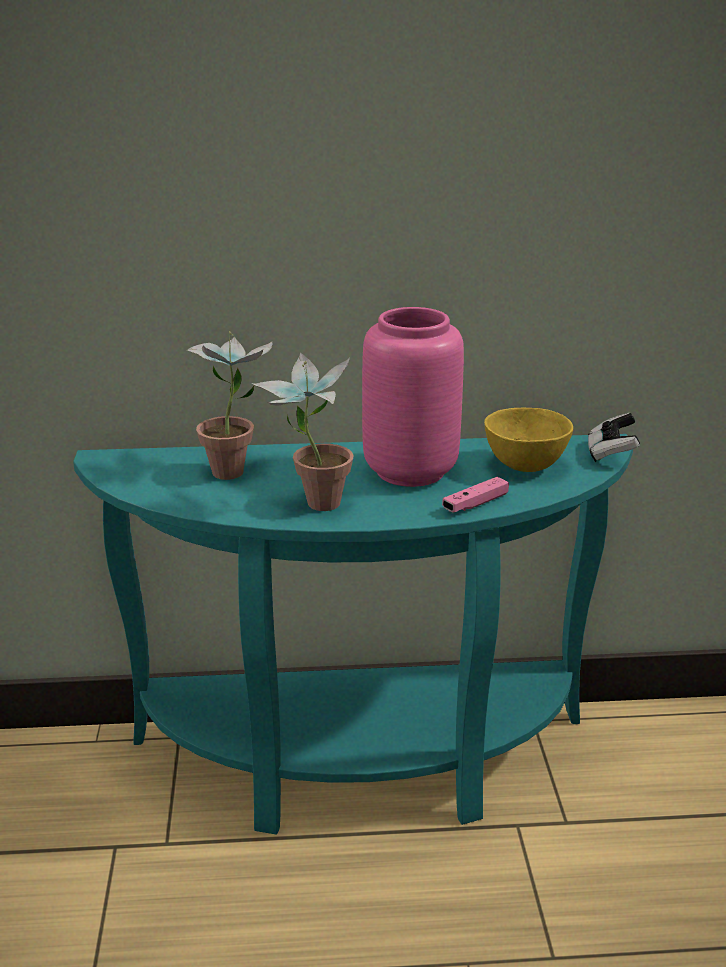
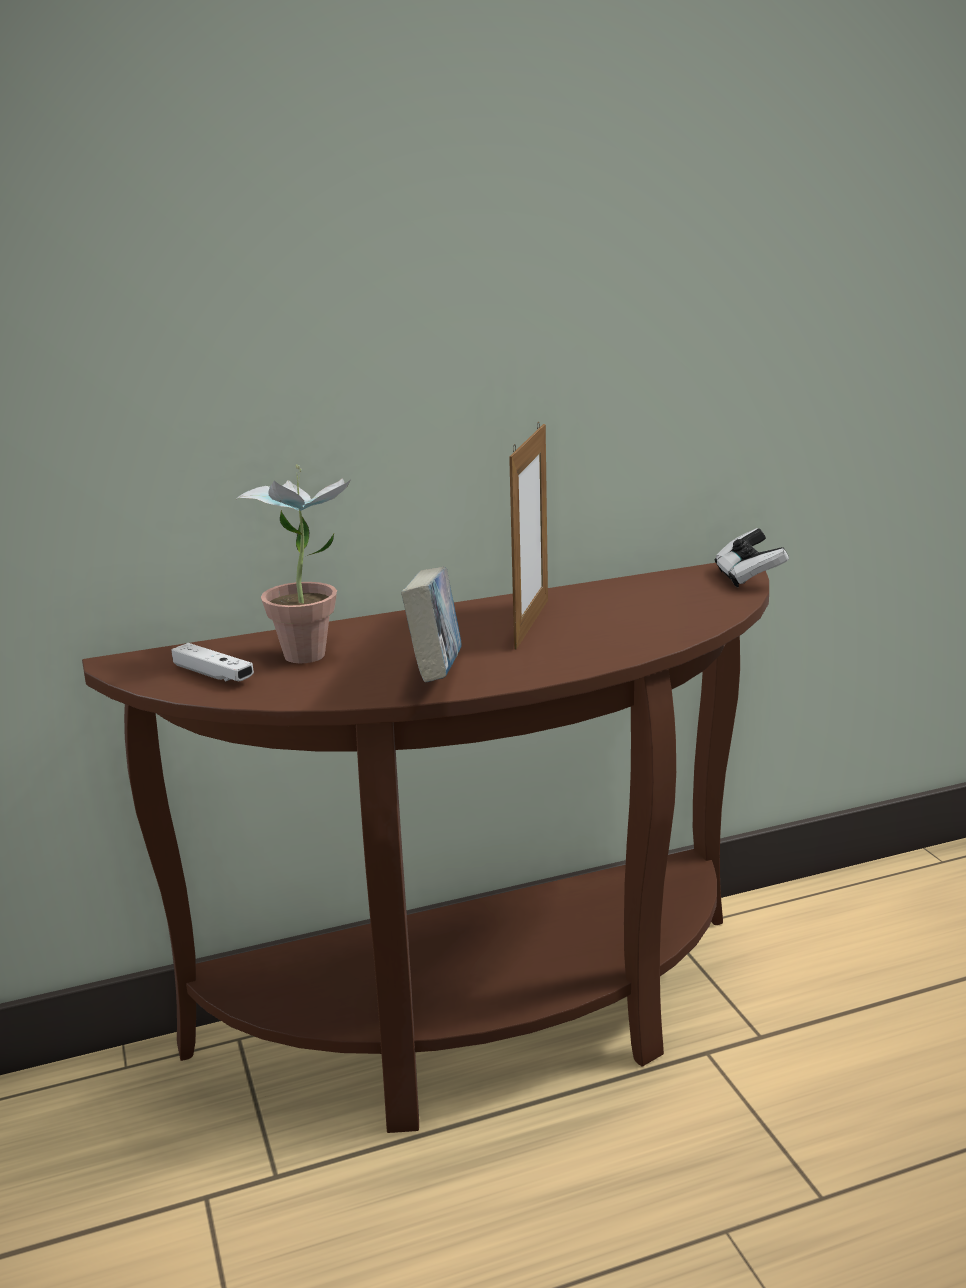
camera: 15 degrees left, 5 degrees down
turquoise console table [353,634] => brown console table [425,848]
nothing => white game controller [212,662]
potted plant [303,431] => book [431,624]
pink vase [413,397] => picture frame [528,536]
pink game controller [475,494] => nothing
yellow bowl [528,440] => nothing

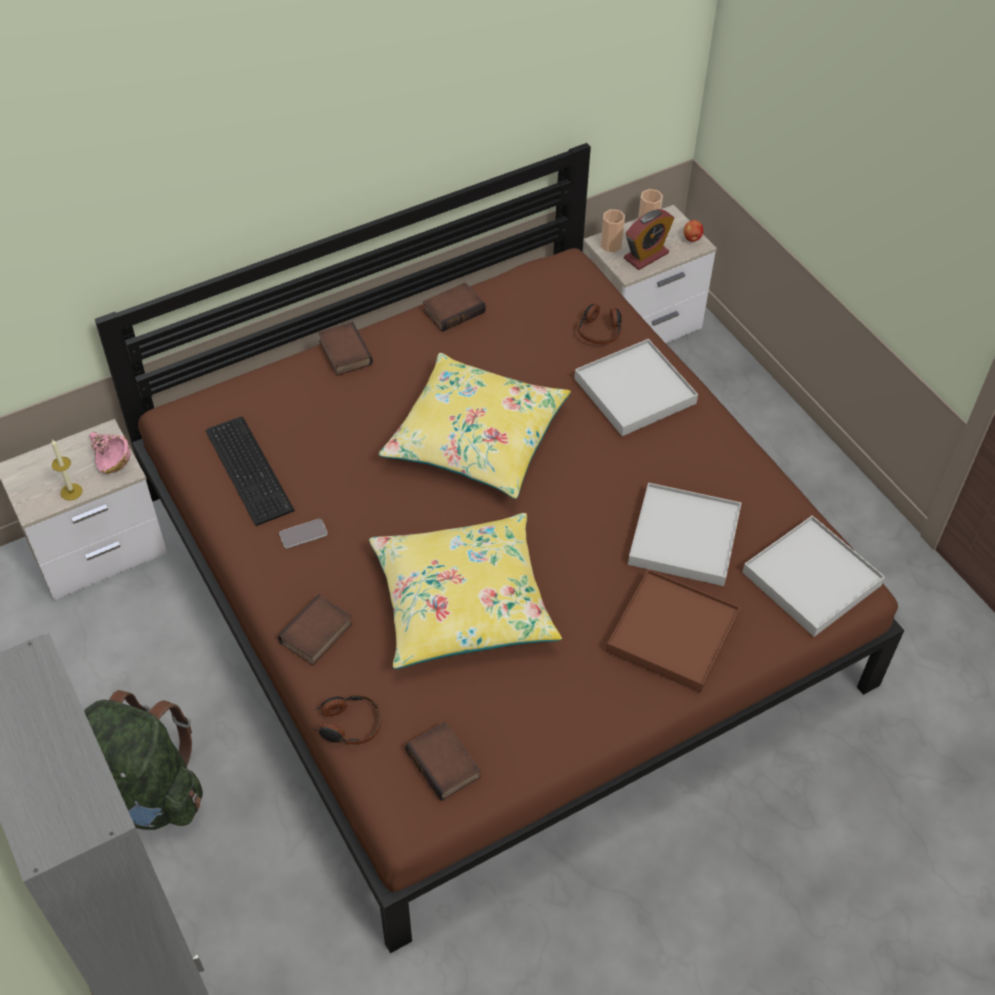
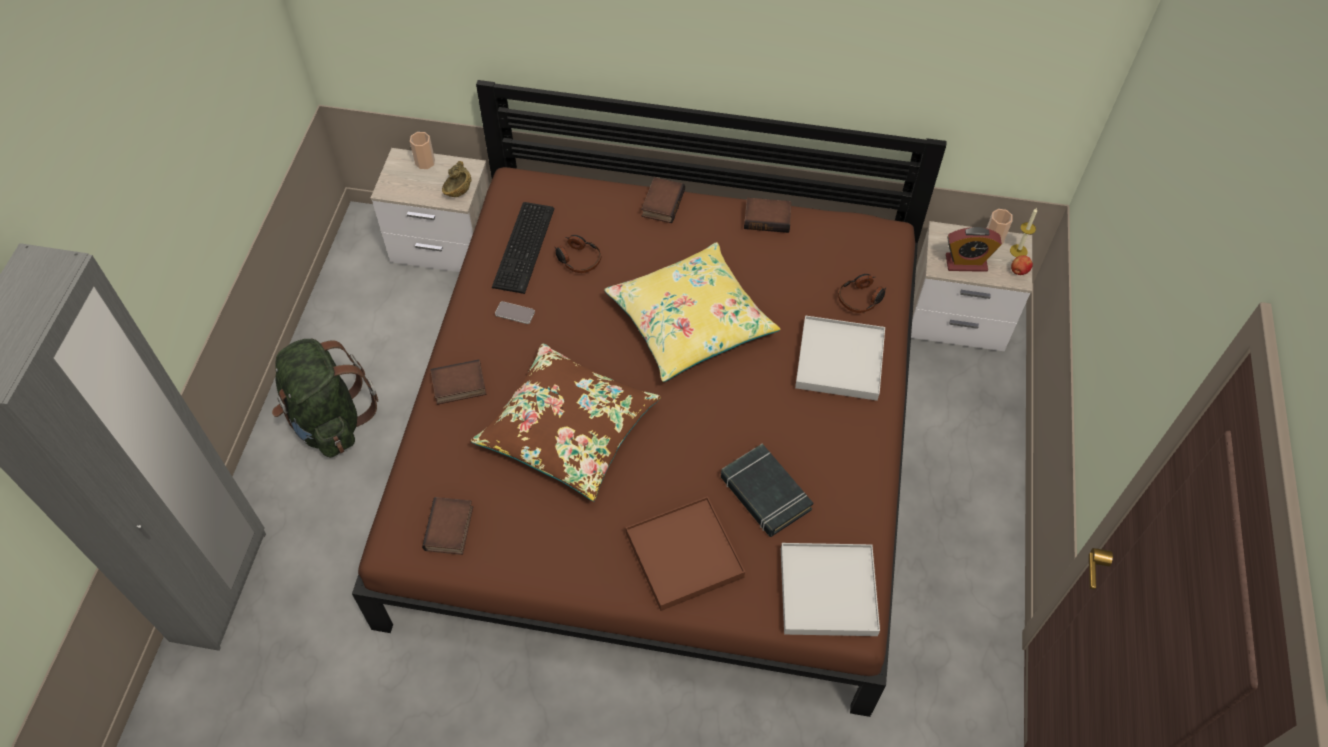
camera: 40 degrees right, 5 degrees up
cup [613,230] => cup [422,150], moved
pink bowl [110,453] => brown bowl [457,179]
yellow pillow [465,591] => brown pillow [566,422]
headphones [348,719] => headphones [577,254], moved
white tray [684,534] => black book [767,490]
candle [66,470] => candle [1023,232], moved

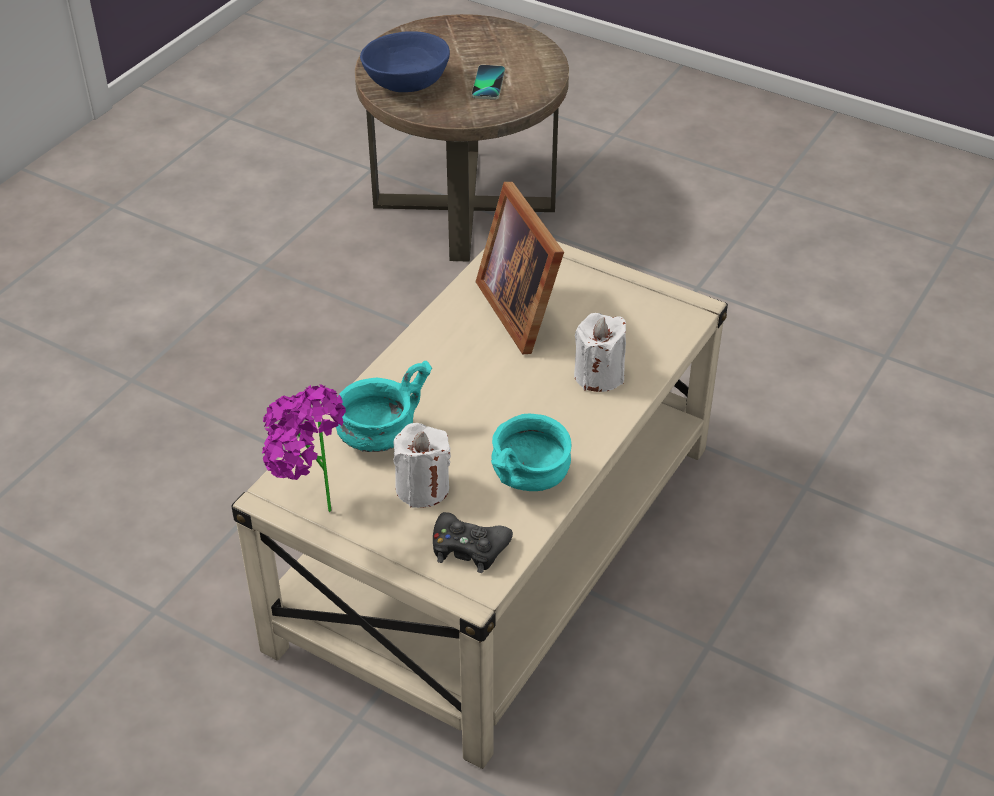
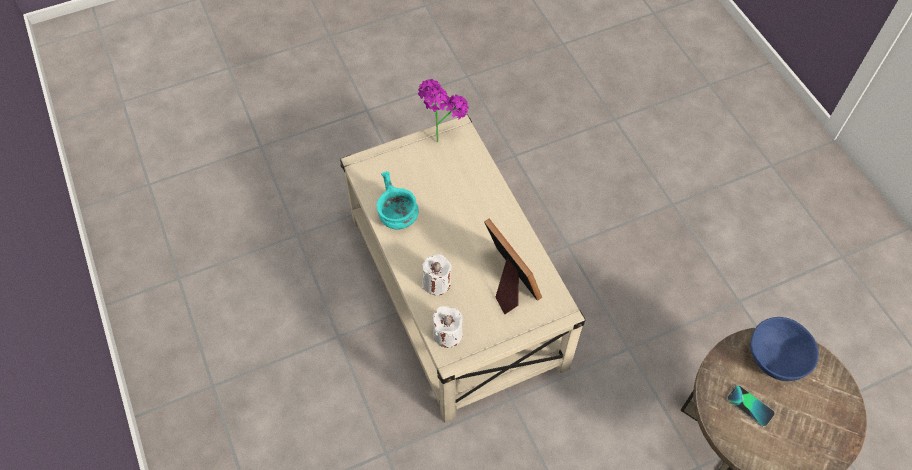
camera: 125 degrees right, 15 degrees up
white candle [422,465] => white candle [447,327], moved
picture frame [520,268] => picture frame [513,266], 45 degrees clockwise
turquoise bowl [384,406] => nothing
black game controller [473,542] => nothing

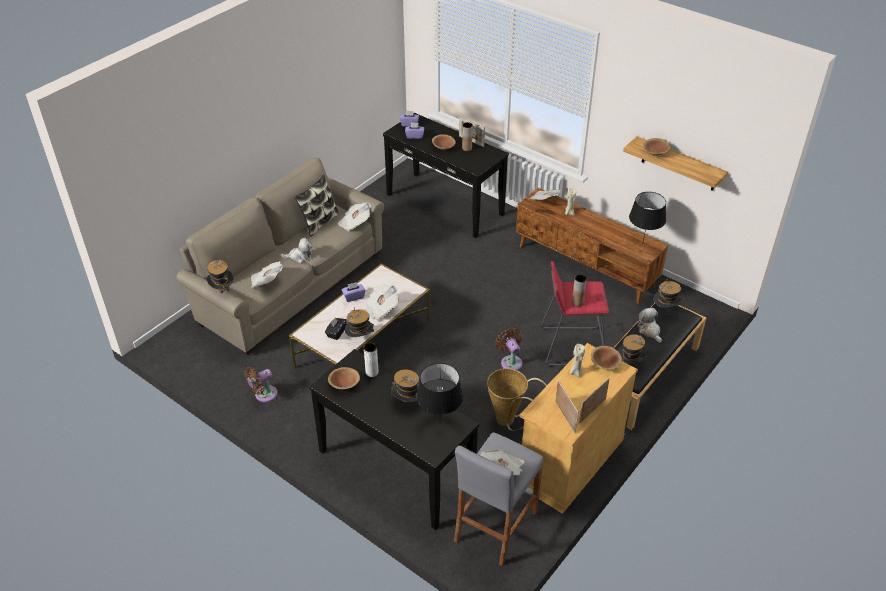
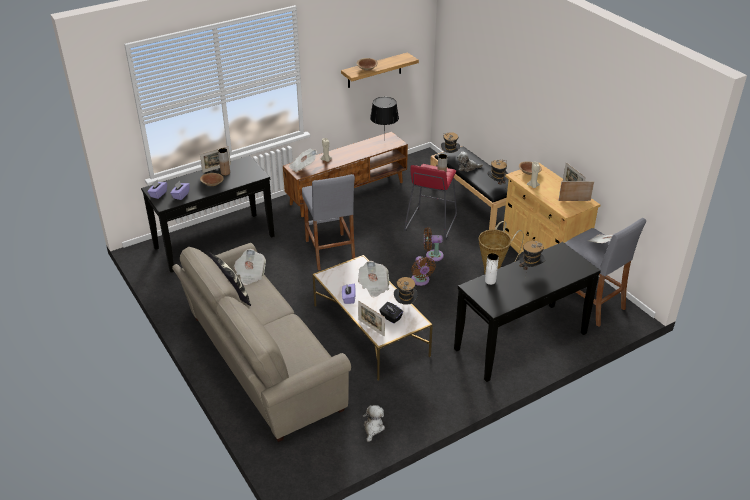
camera: 70 degrees left, 5 degrees down
nothing => grey stool [328,222]
nothing => picture frame [371,318]
plush toy [296,251] => plush toy [374,423], moved
brown fan [261,384] => brown fan [423,271], moved
hat [219,276] => nothing
newspaper [267,274] => nothing
brown bowl [344,378] => nothing
black table lamp [439,389] => nothing

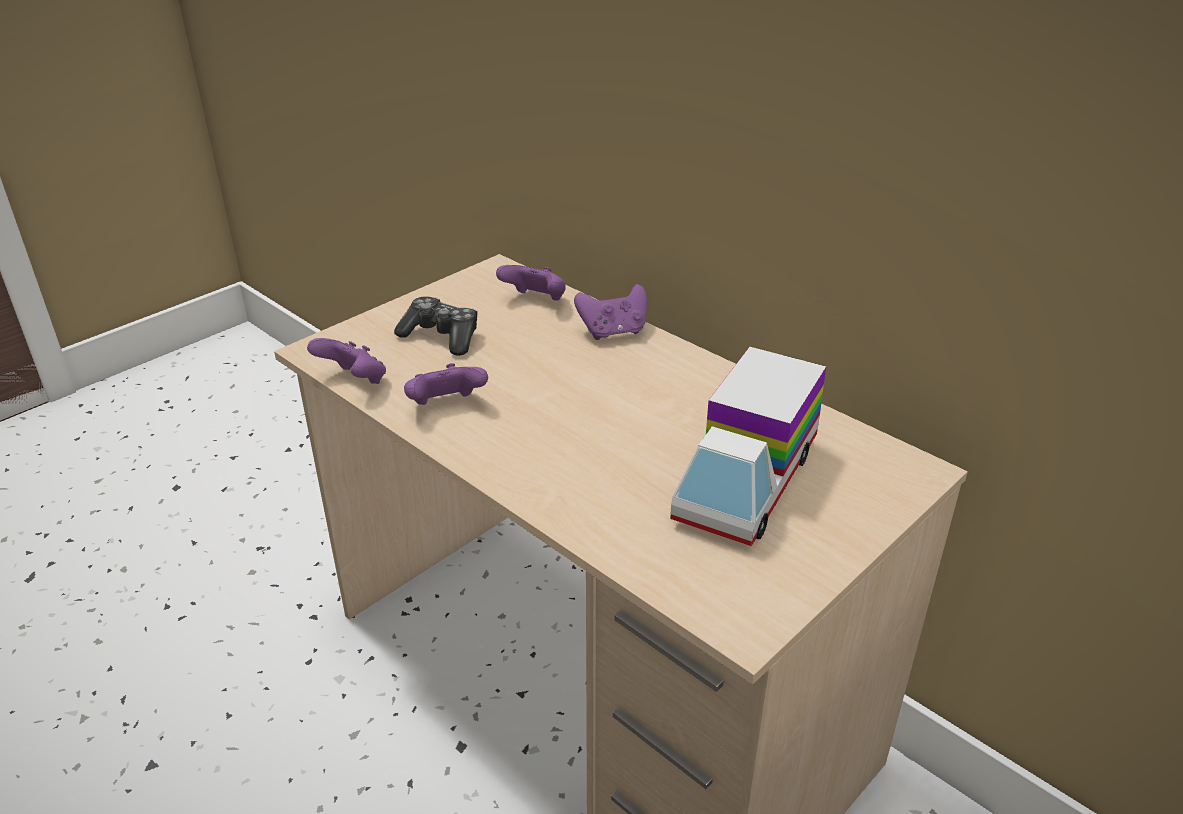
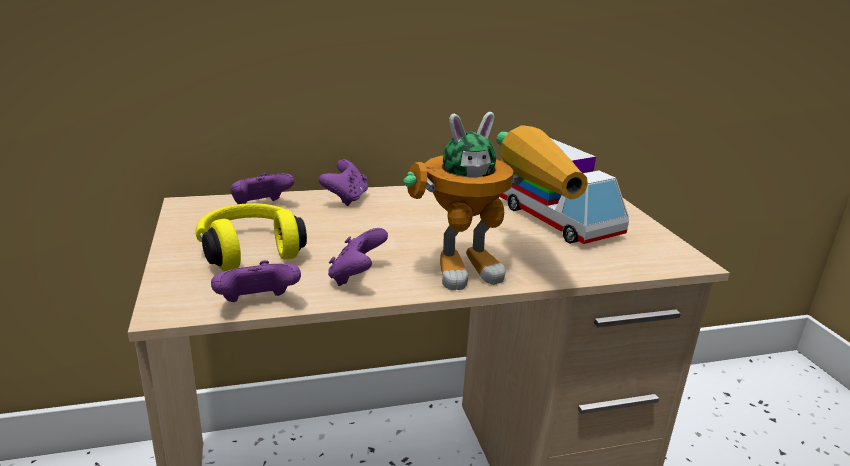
camera: 60 degrees left, 10 degrees down
game controller [436,326] => yellow headphones [251,237]
nothing => toy robot [495,201]

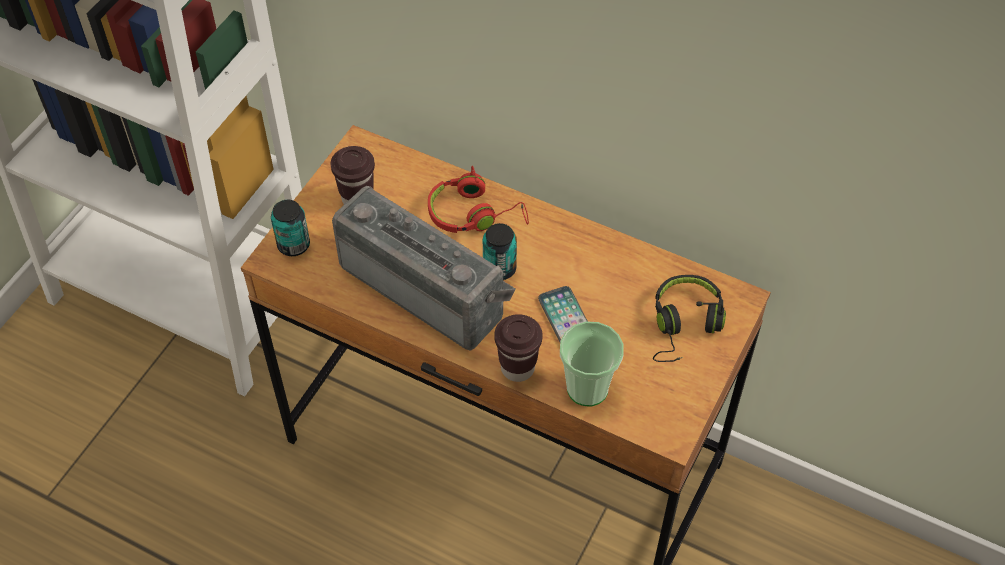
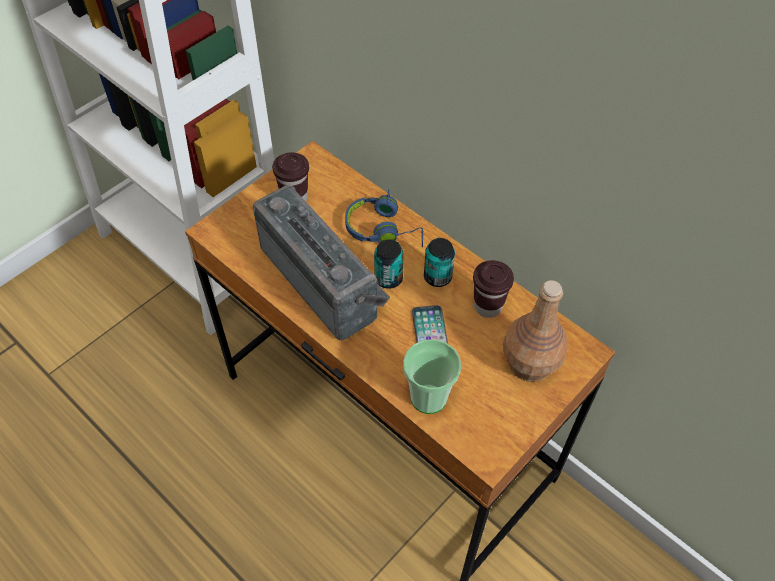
camera: 15 degrees right, 0 degrees up
red headphones [478,199] => blue headphones [384,218]
can [290,228] => can [439,262], moved
brown cup [518,348] => brown cup [493,289], moved
black headphones [689,318] => brown bottle [535,331]

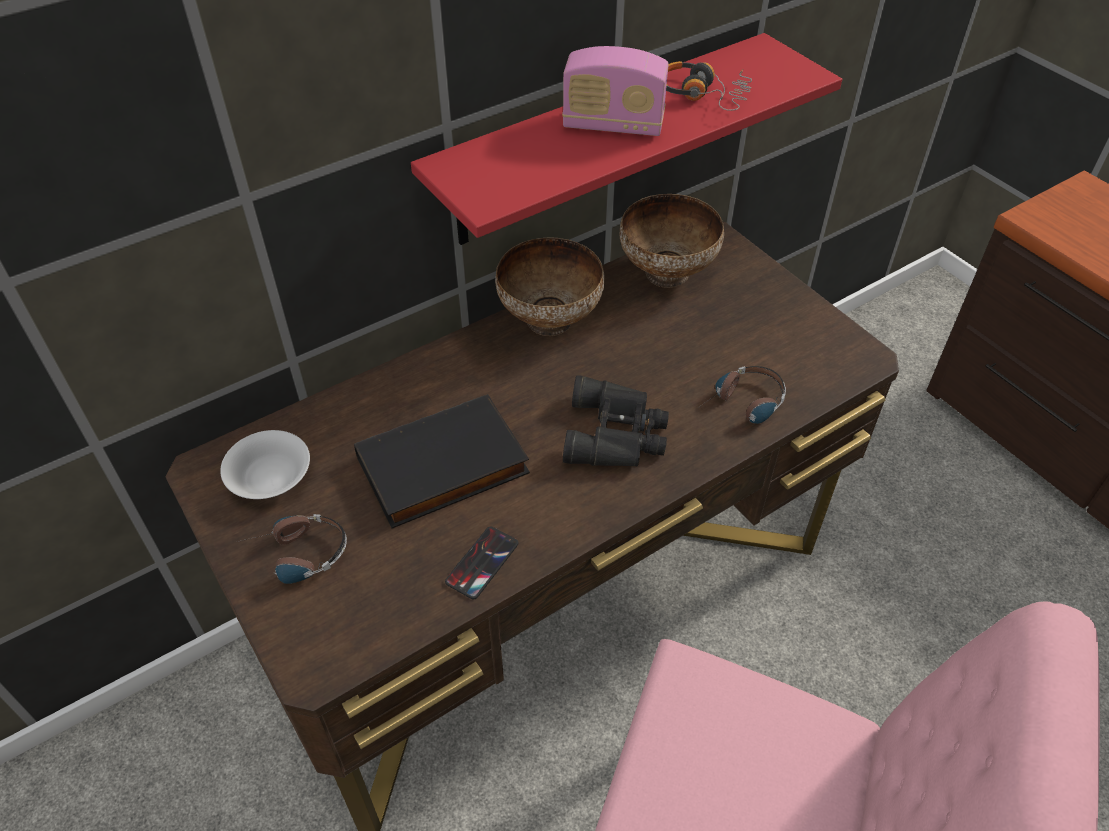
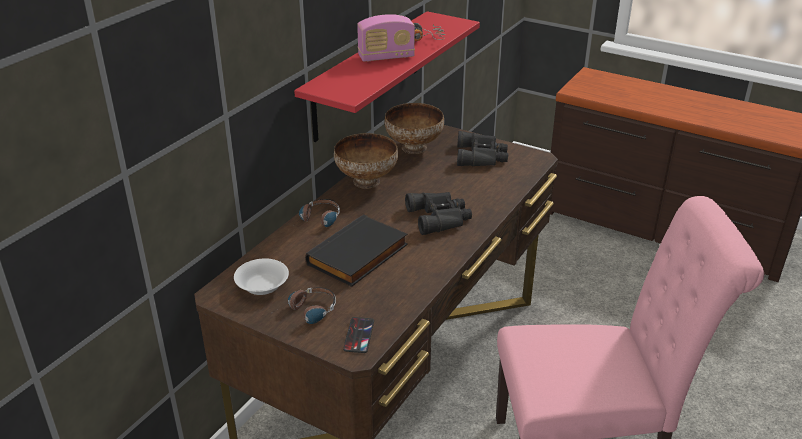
camera: 25 degrees left, 15 degrees down
headphones [743,395] => headphones [317,213], moved
phone [481,562] => phone [358,335], moved
nothing => black binoculars [482,148]

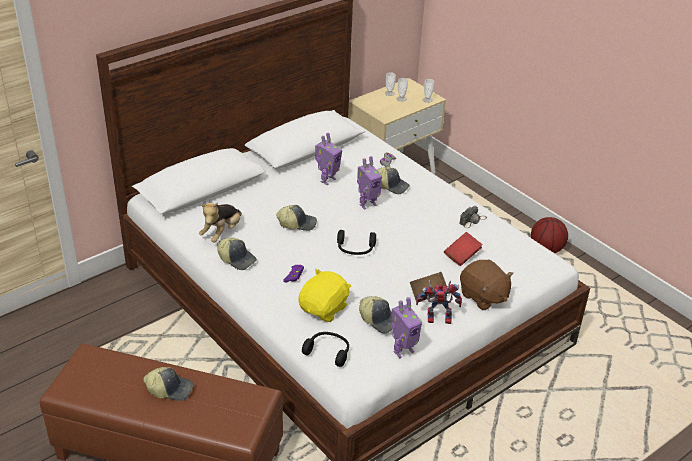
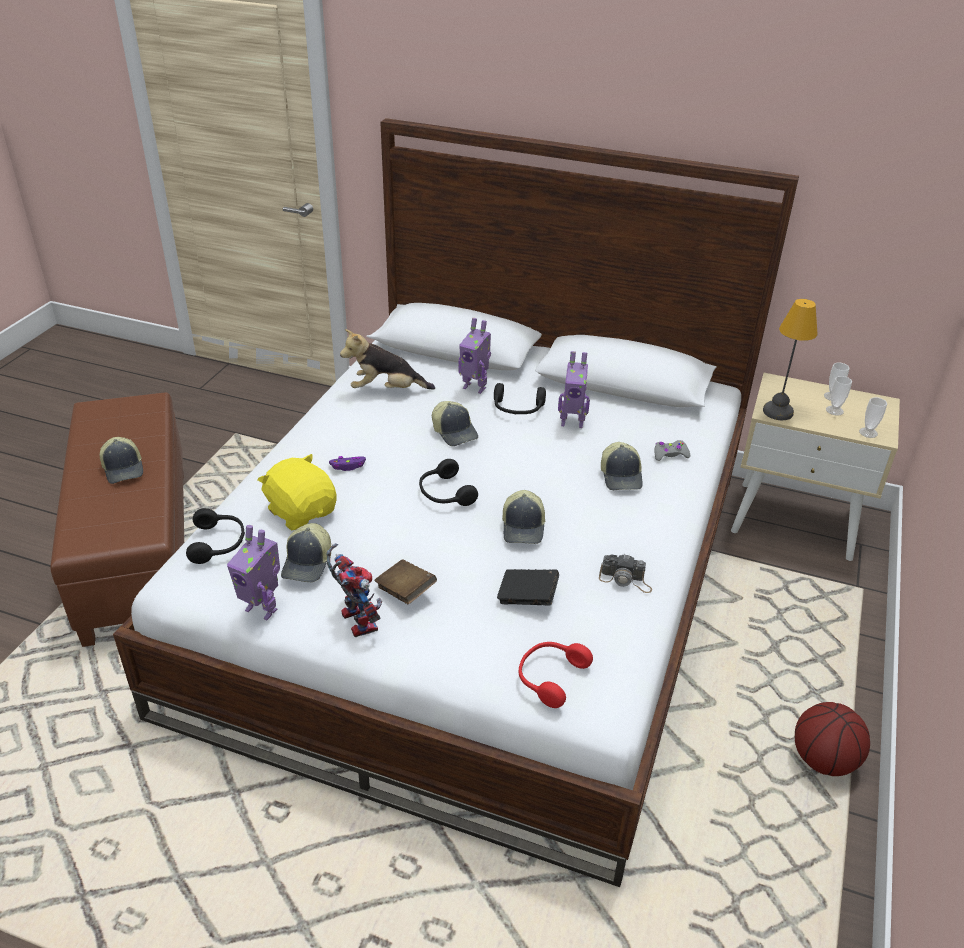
camera: 60 degrees right, 0 degrees up
yellow plush toy [325,295] => yellow plush toy [297,492], 135 degrees counterclockwise
toy robot [369,183] => toy robot [474,356], moved
nothing => black headphones [520,398]
red book [463,249] => black book [528,587]
cap [237,254] => cap [523,517], moved
nothing => red headphones [556,675]
nothing => table lamp [790,359]
brown plush toy [487,285] => nothing

